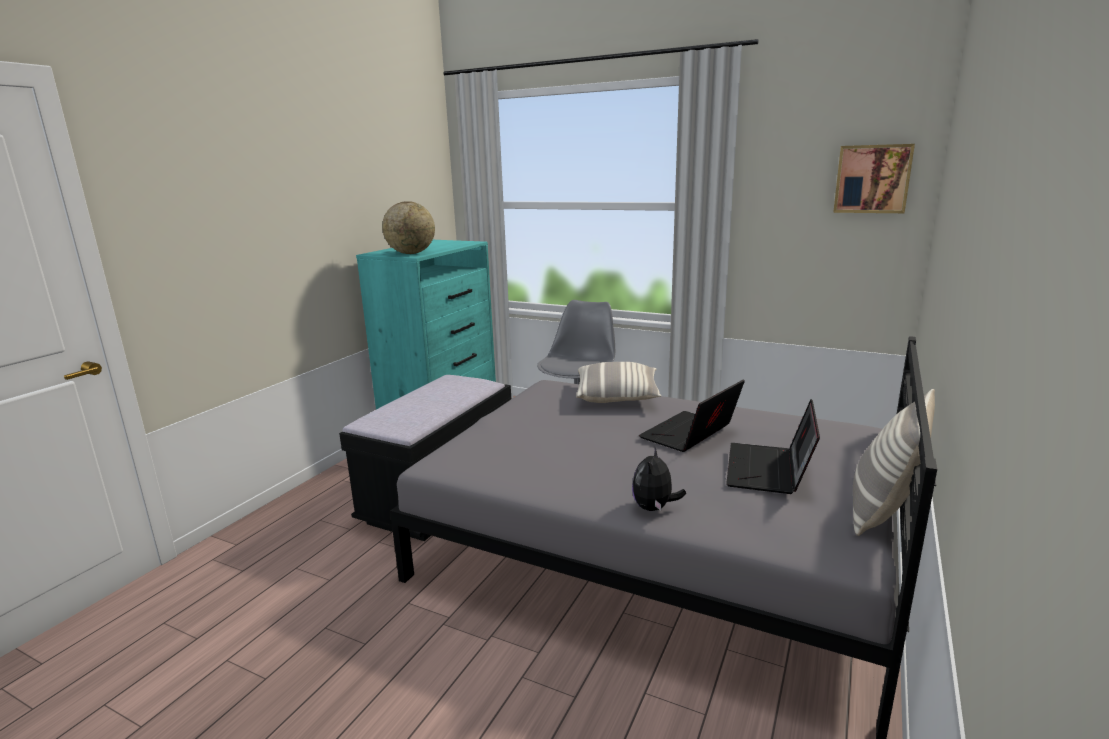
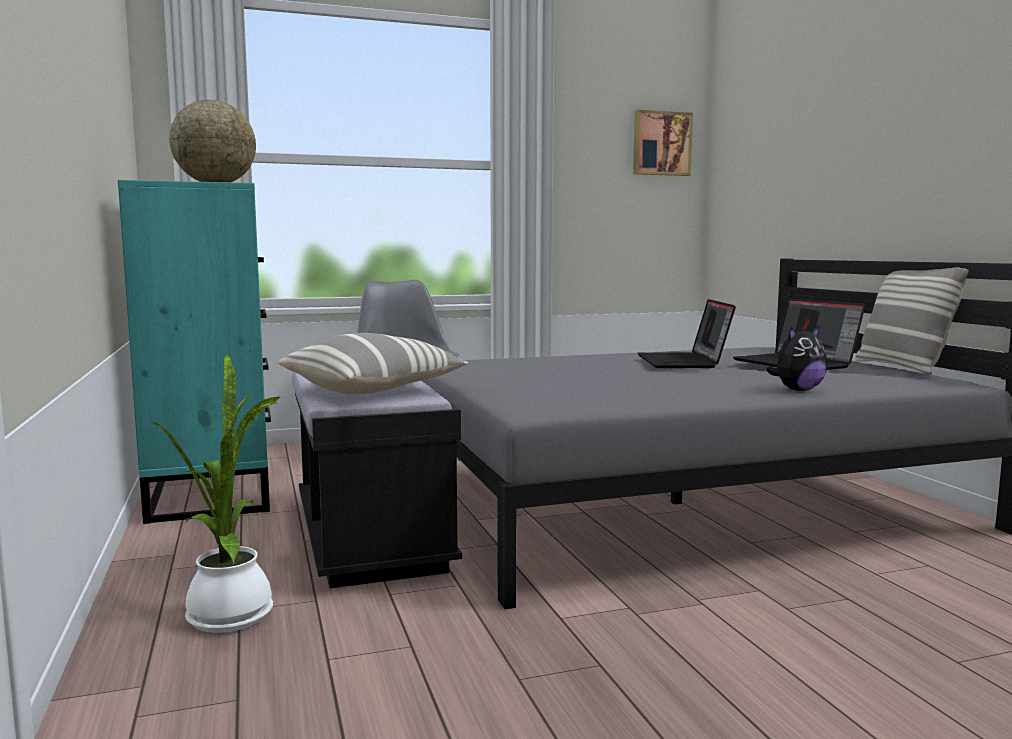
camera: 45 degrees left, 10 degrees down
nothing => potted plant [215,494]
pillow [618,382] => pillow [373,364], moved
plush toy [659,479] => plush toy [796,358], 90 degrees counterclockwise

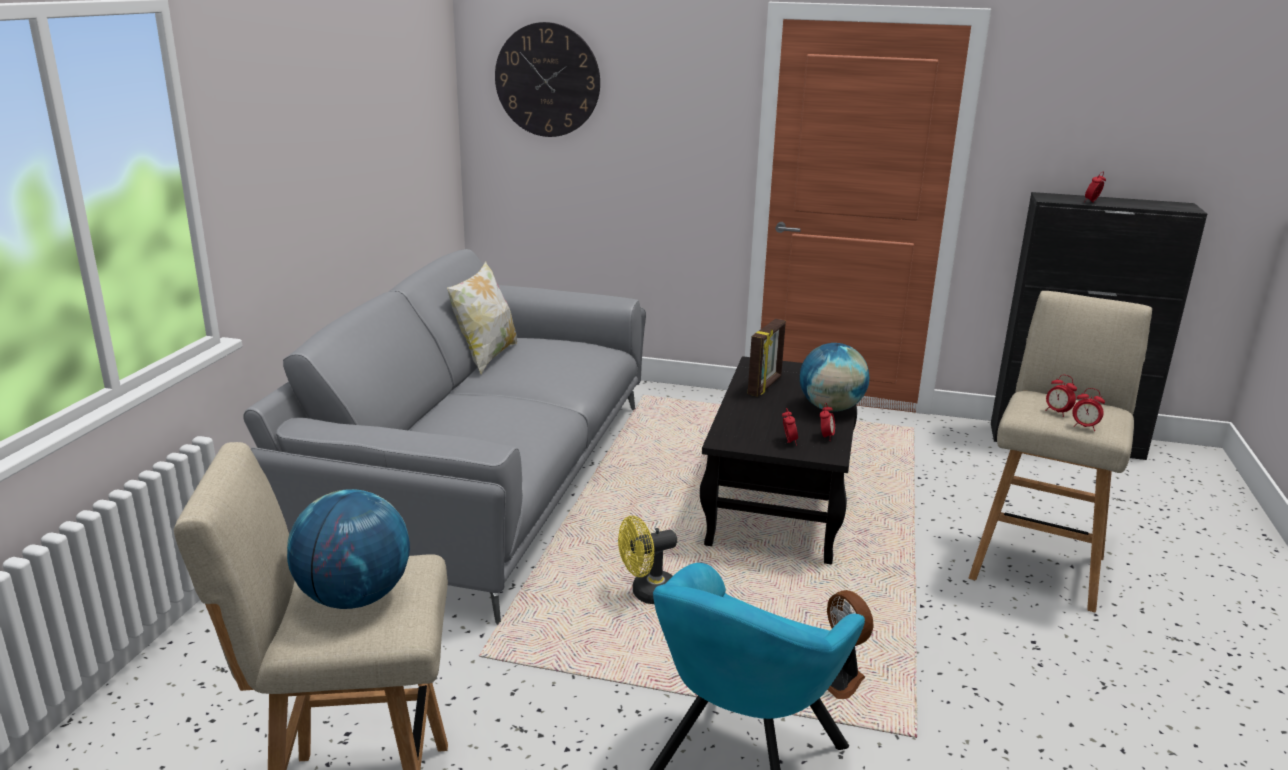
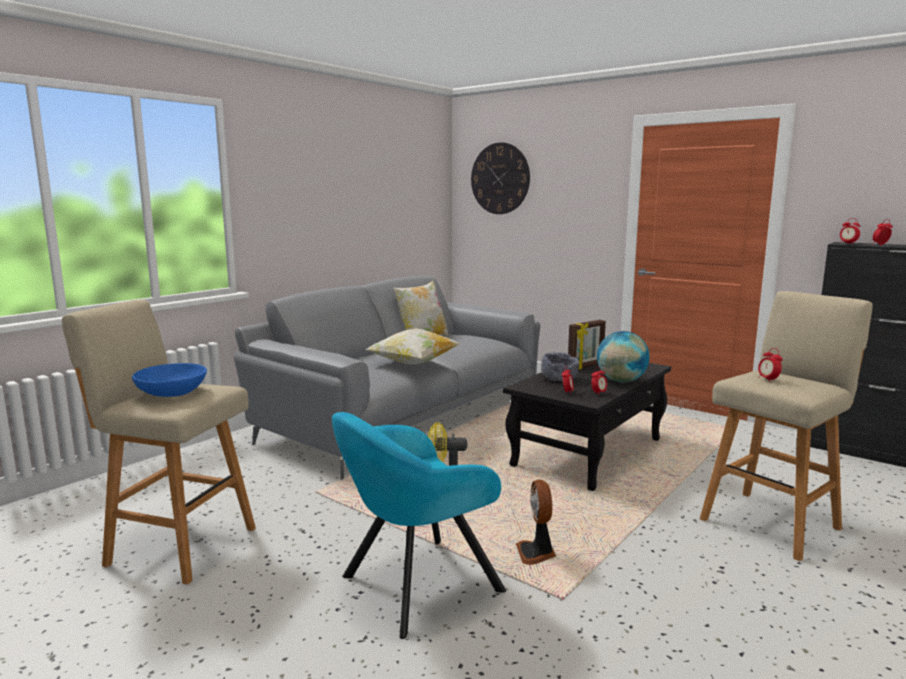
camera: 25 degrees right, 10 degrees down
globe [348,549] => blue bowl [169,380]
nothing => pillow [412,346]
nothing => grey bowl [560,366]
alarm clock [1089,409] => alarm clock [850,231], moved

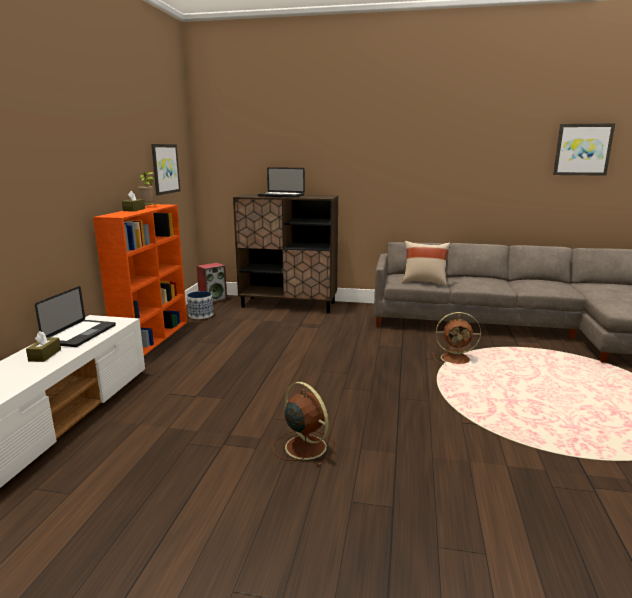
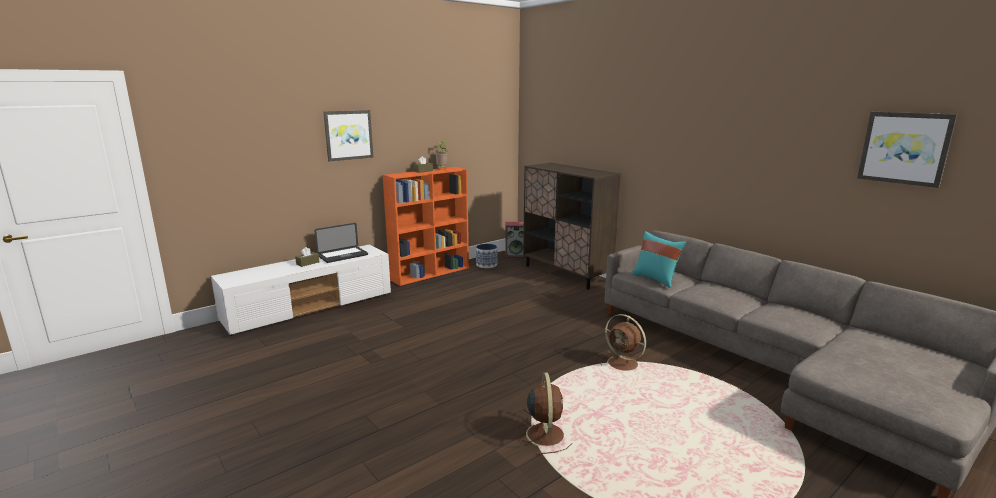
camera: 40 degrees right, 0 degrees up
picture [165,169] => picture [348,135], moved
brown fan [304,424] => brown fan [543,414], moved
beige pillow [426,263] => turquoise pillow [659,259]
laptop [281,182] => nothing

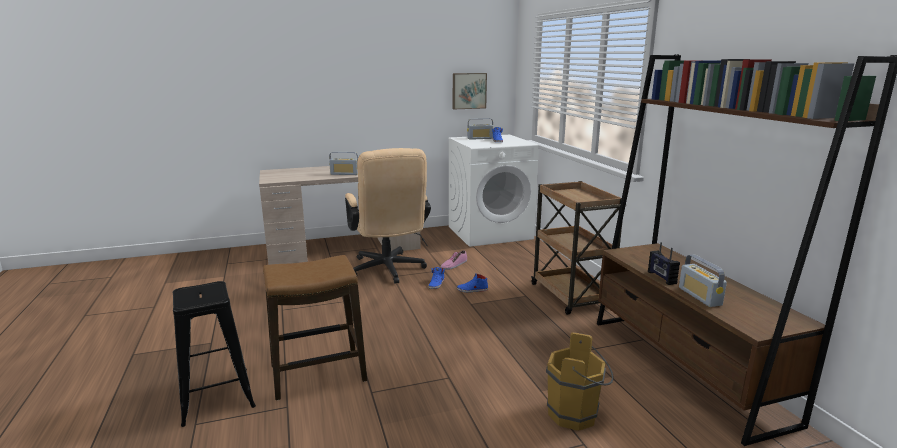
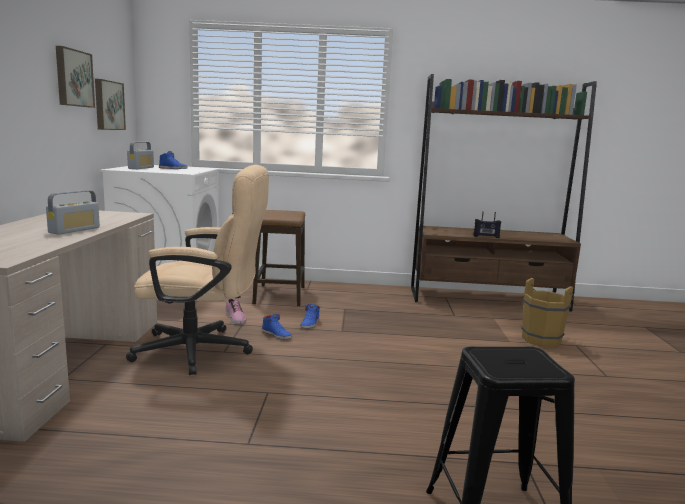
camera: 70 degrees left, 5 degrees down
nothing => picture [75,77]
stool [315,327] => stool [278,258], moved
brown cart [577,248] => nothing
radio [703,280] => nothing

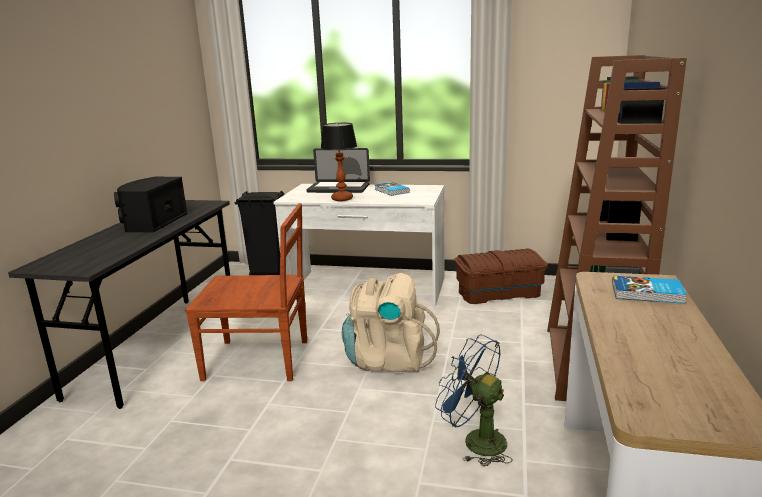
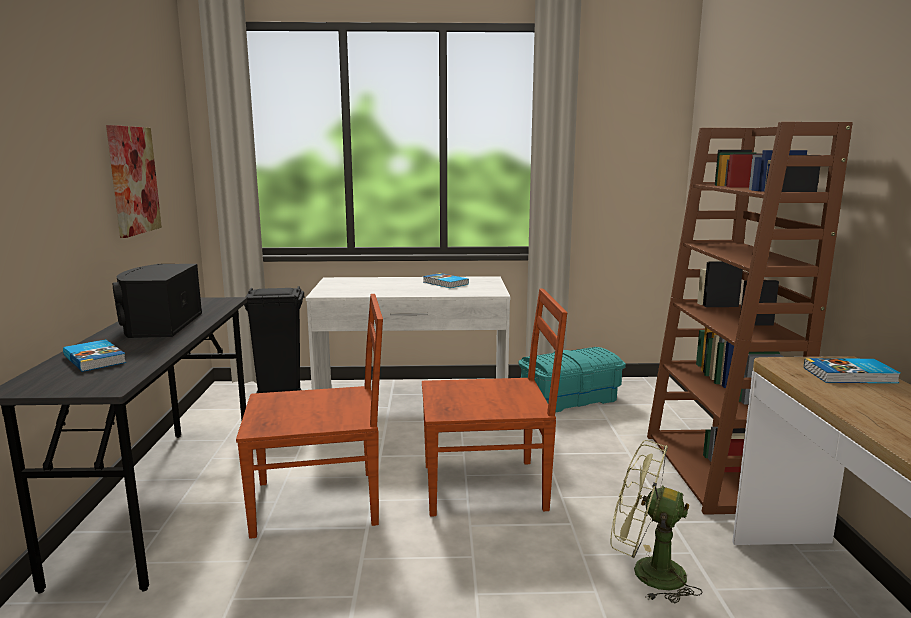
camera: 15 degrees left, 5 degrees down
nothing => book [94,355]
nothing => picture [134,181]
beige backpack [391,322] => brown chair [495,403]
brown storage box [501,276] => turquoise storage box [572,380]
blue fan [474,401] => green fan [656,521]
laptop [338,170] => nothing
table lamp [339,162] => nothing

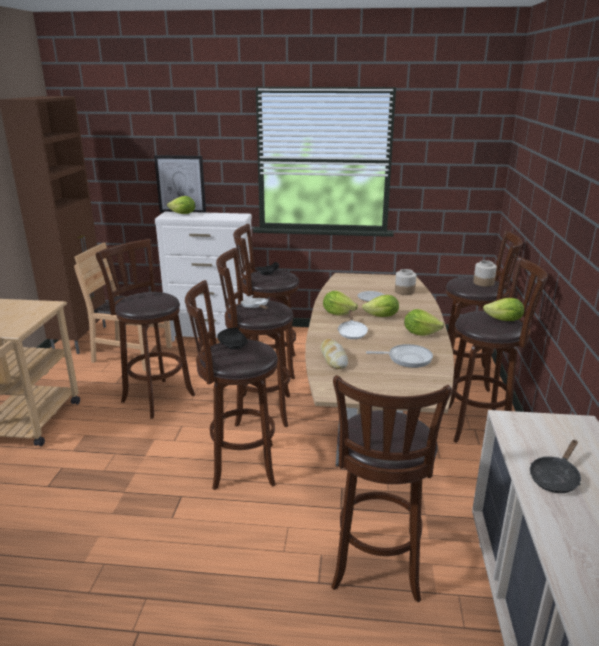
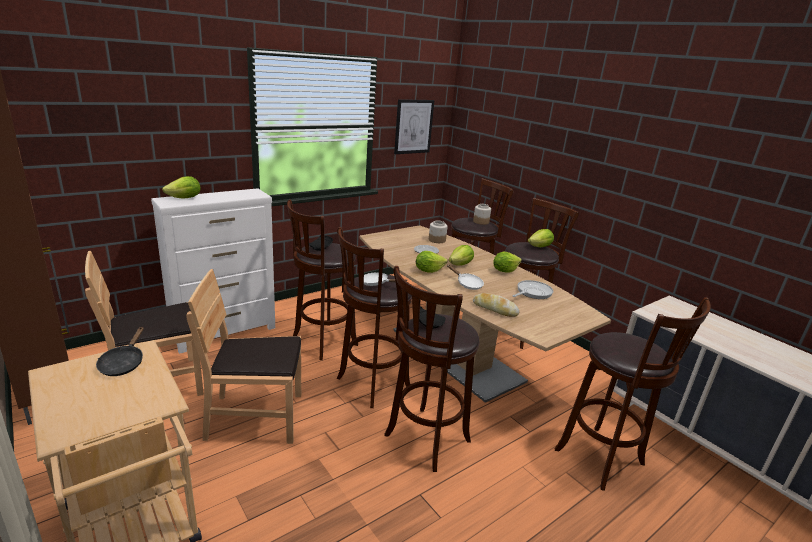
camera: 45 degrees left, 0 degrees up
black frying pan [555,466] => black frying pan [120,351], moved
brown stool [145,329] => brown chair [243,356]
picture [180,184] => picture [414,126], moved

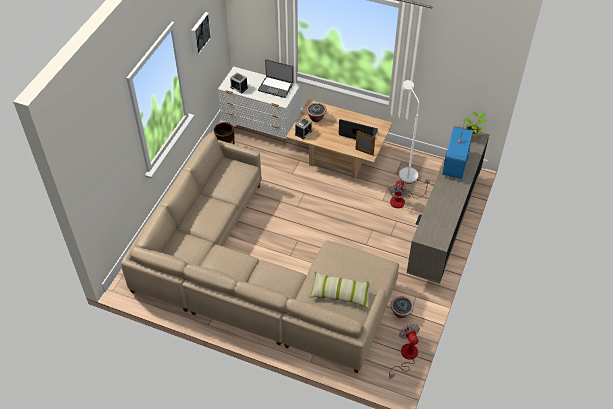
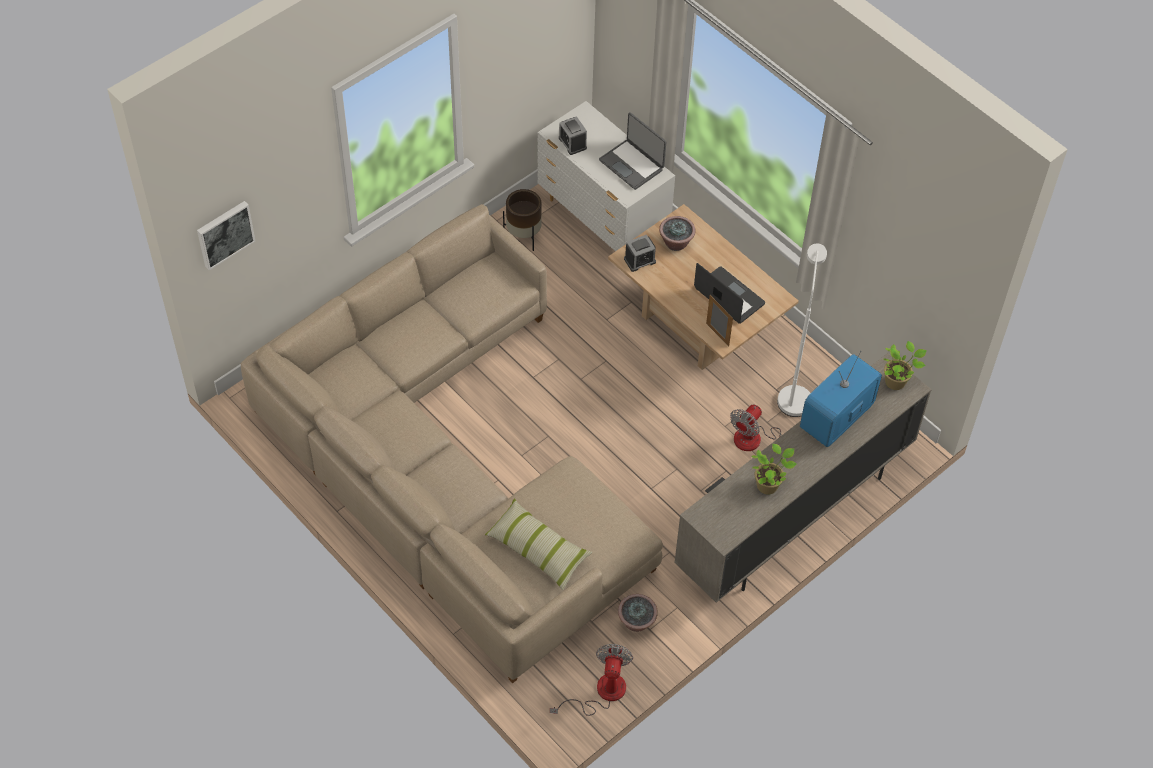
camera: 25 degrees right, 5 degrees up
picture [201,33] => picture [226,235], moved
nothing => potted plant [774,469]

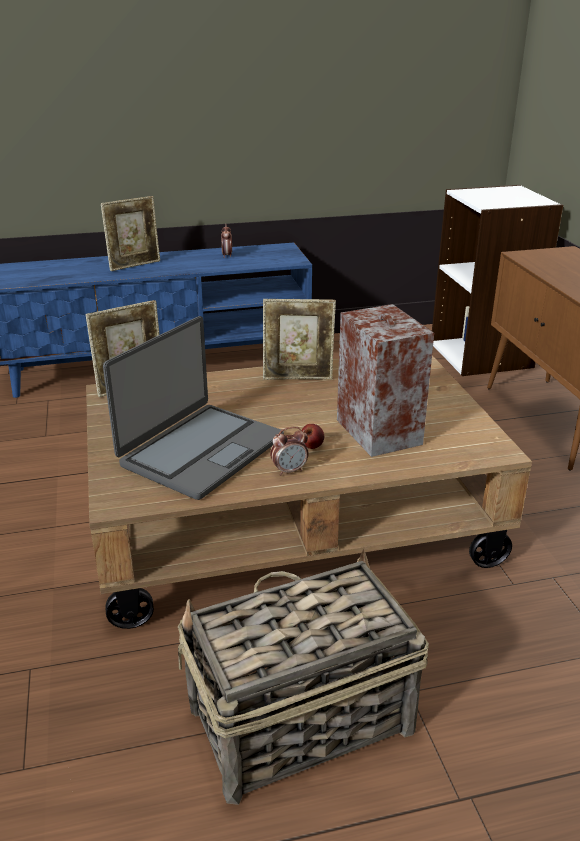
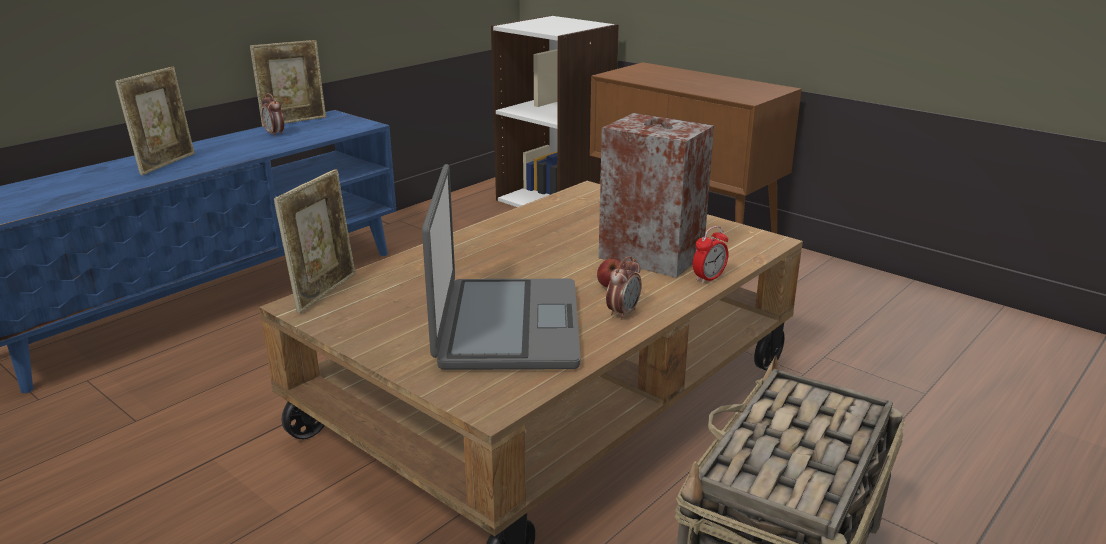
camera: 35 degrees left, 5 degrees down
picture frame [299,339] => picture frame [288,83], moved
nothing => alarm clock [711,255]

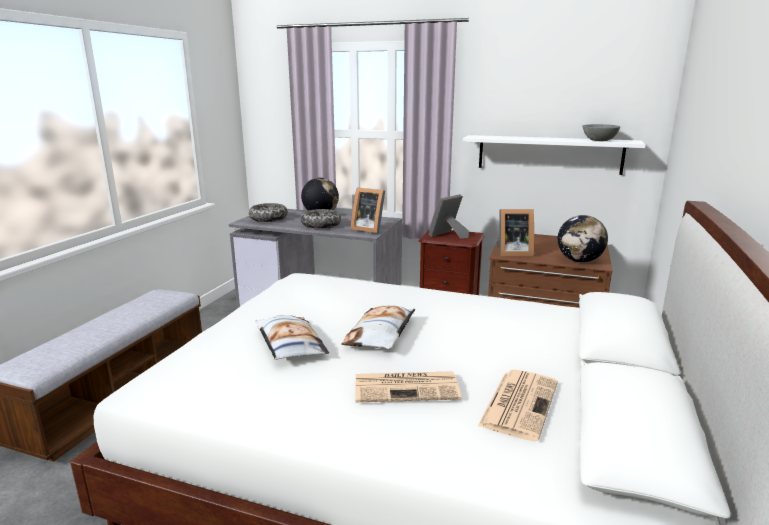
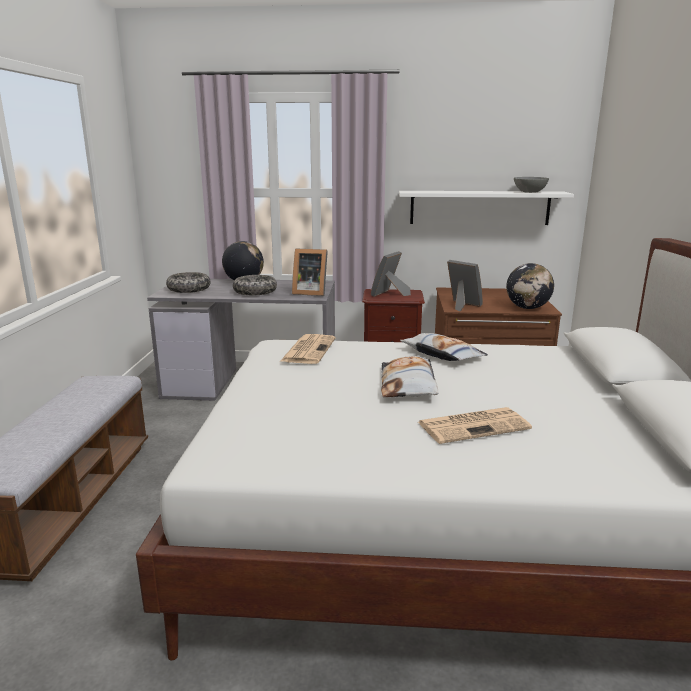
camera: 15 degrees left, 0 degrees up
newspaper [518,405] => newspaper [308,349], moved
pillow [292,337] => pillow [444,347], moved
picture frame [515,232] => picture frame [465,285], 120 degrees counterclockwise

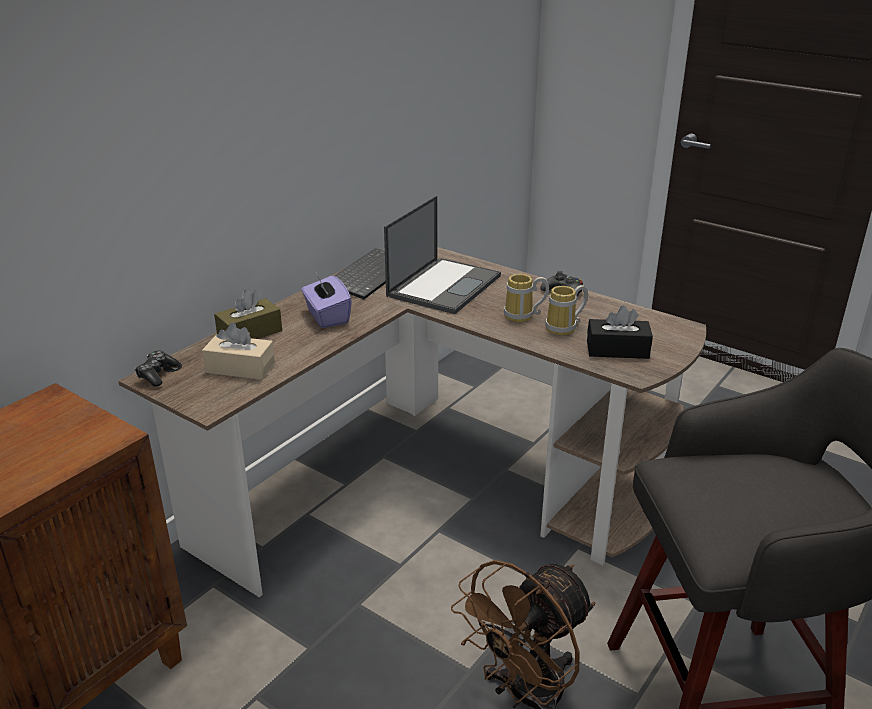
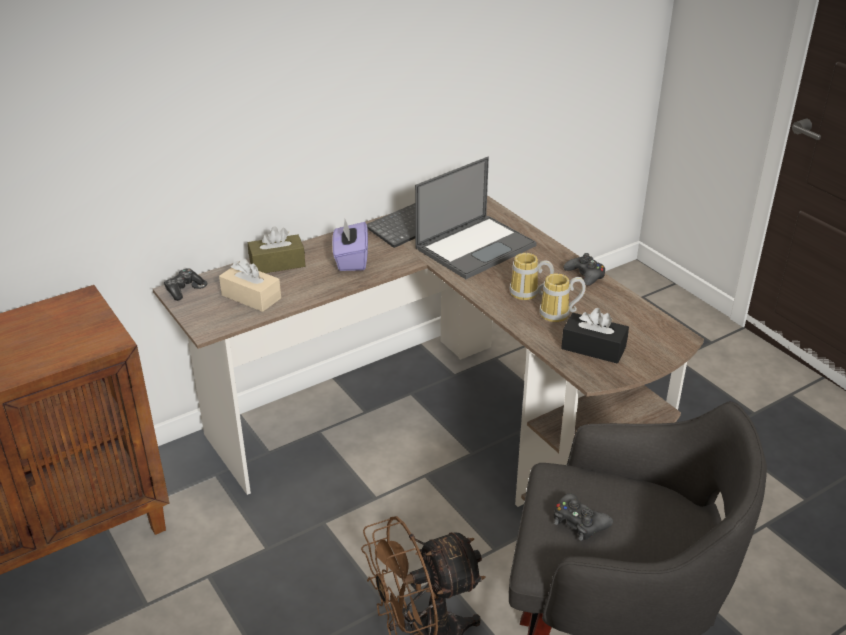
camera: 20 degrees right, 5 degrees up
nothing => black game controller [583,517]

